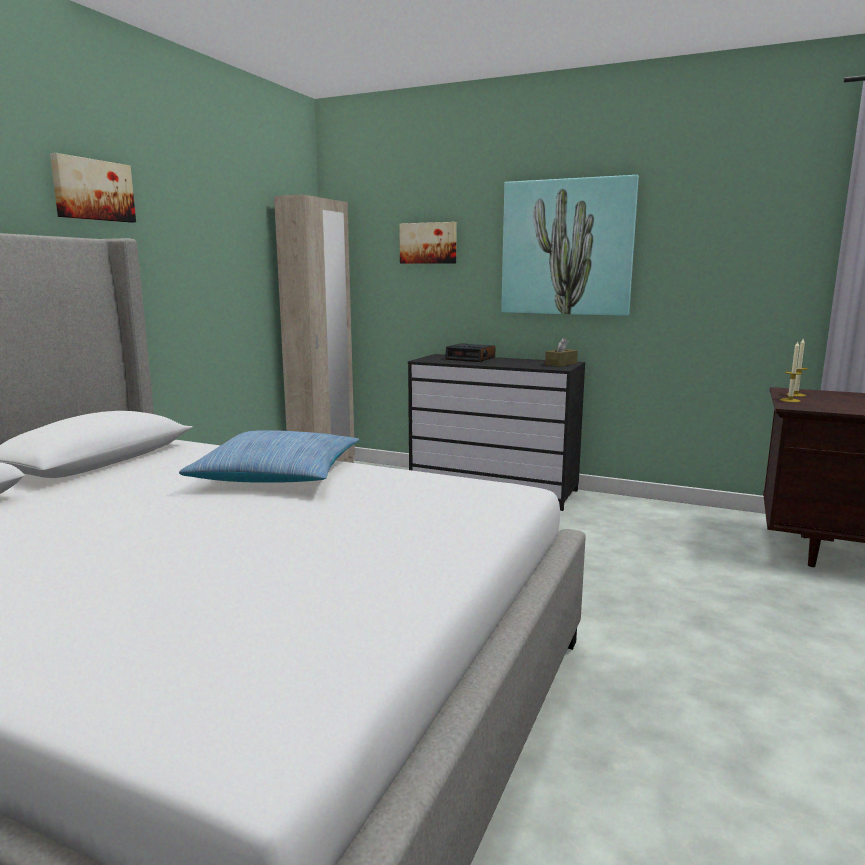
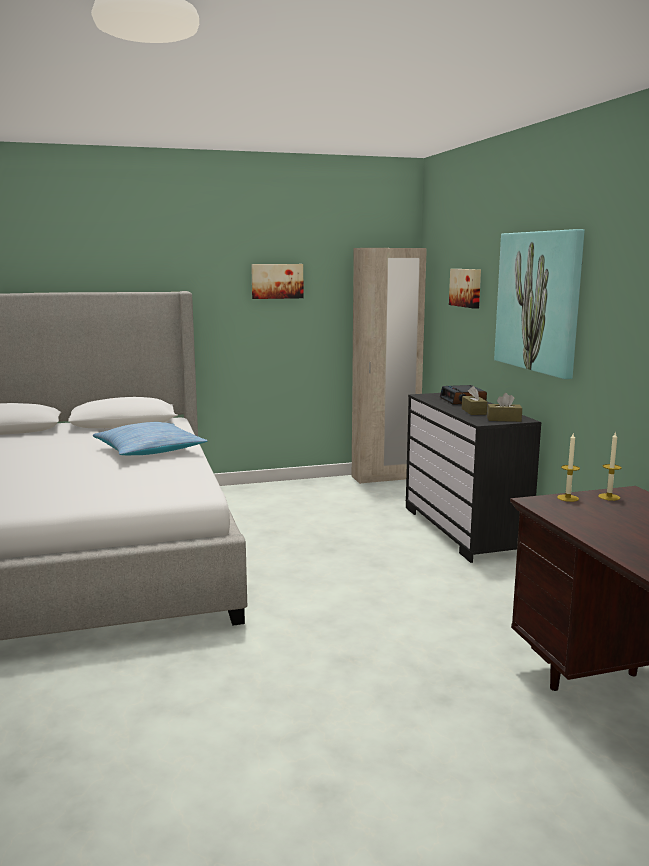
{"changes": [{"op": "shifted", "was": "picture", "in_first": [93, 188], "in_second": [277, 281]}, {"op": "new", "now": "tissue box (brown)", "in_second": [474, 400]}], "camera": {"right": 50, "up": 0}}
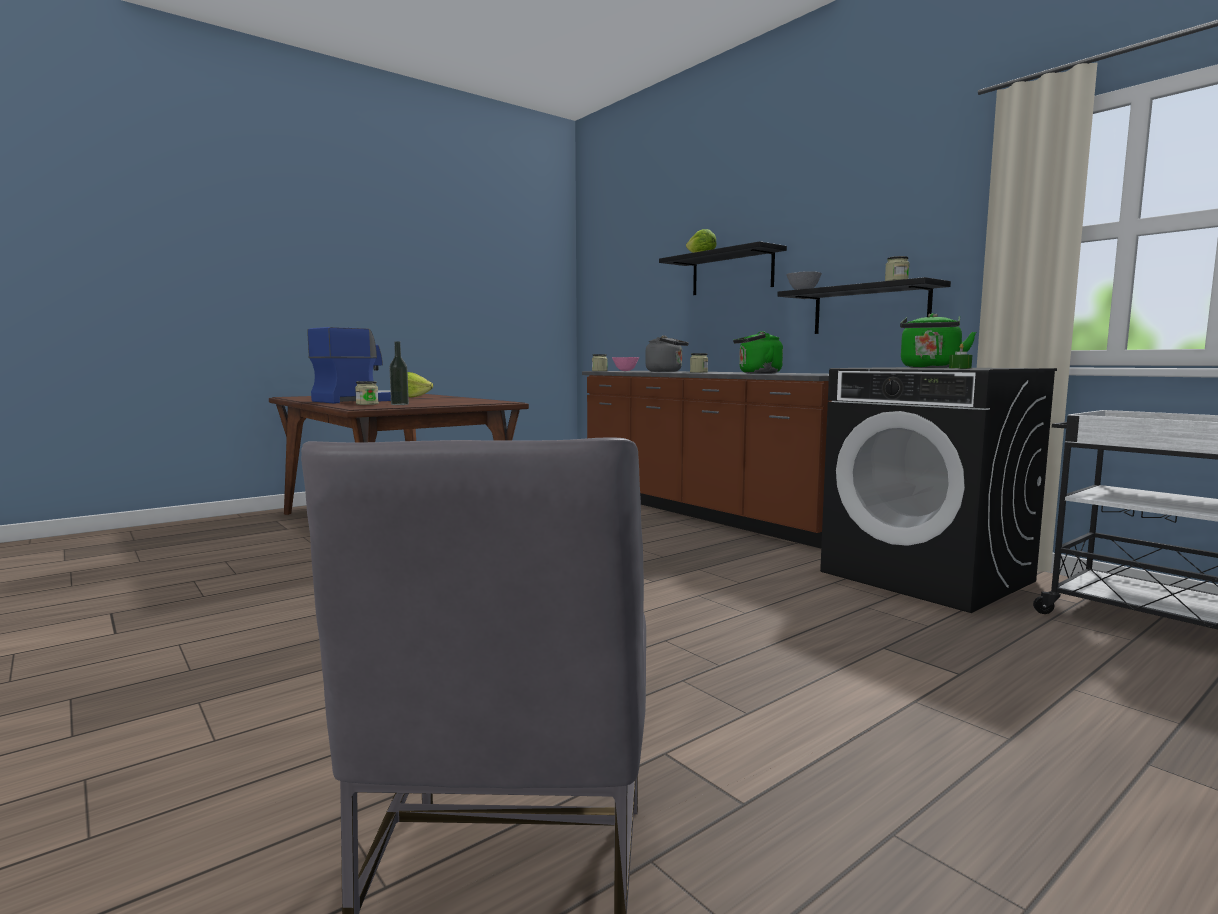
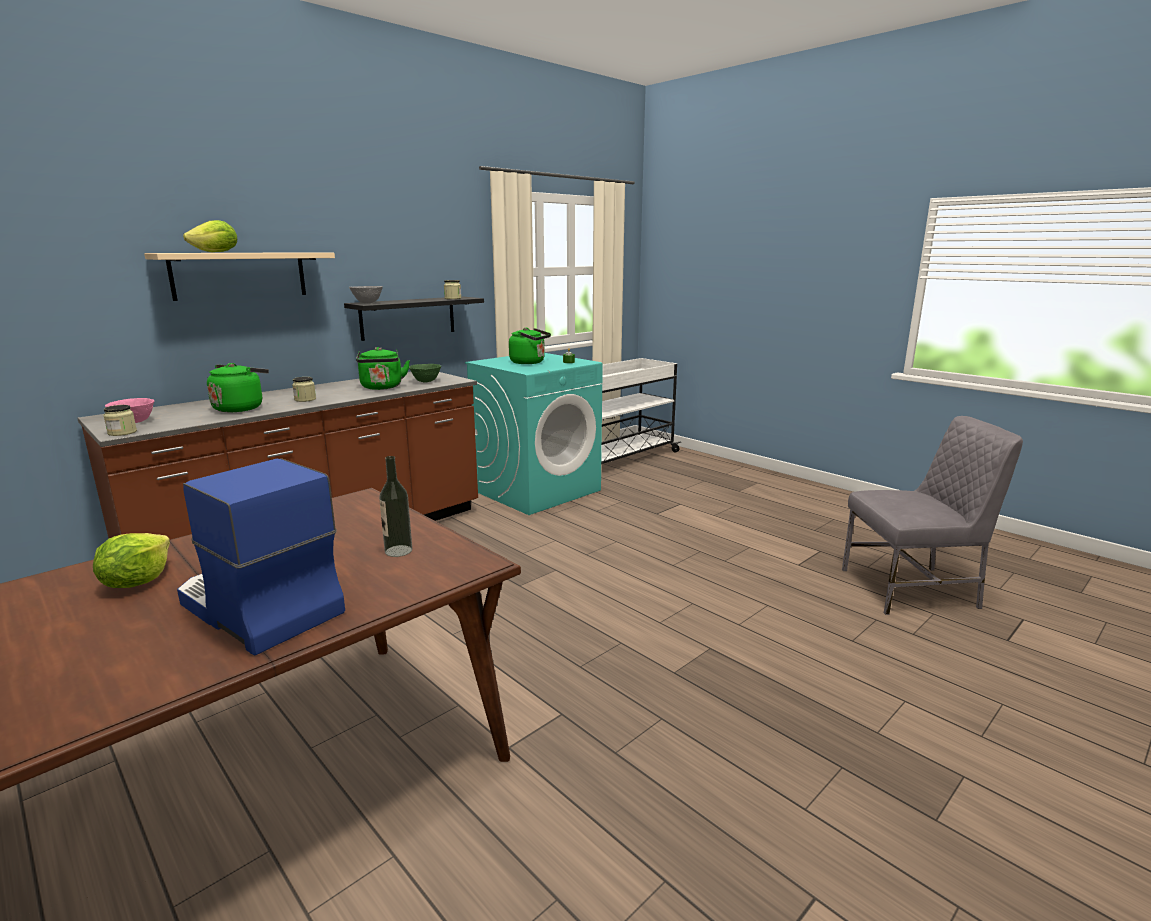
{"changes": [{"op": "repainted", "was": "shelf (black)", "now": "shelf (beige)", "in_first": [723, 268], "in_second": [239, 276]}, {"op": "repainted", "was": "kettle (grey)", "now": "kettle (green)", "in_first": [667, 353], "in_second": [238, 387]}, {"op": "new", "now": "bowl (green)", "in_second": [425, 373]}, {"op": "repainted", "was": "washing machine (black)", "now": "washing machine (turquoise)", "in_first": [938, 490], "in_second": [534, 434]}, {"op": "gone", "was": "jar", "in_first": [367, 393]}], "camera": {"right": -95, "up": 10}}
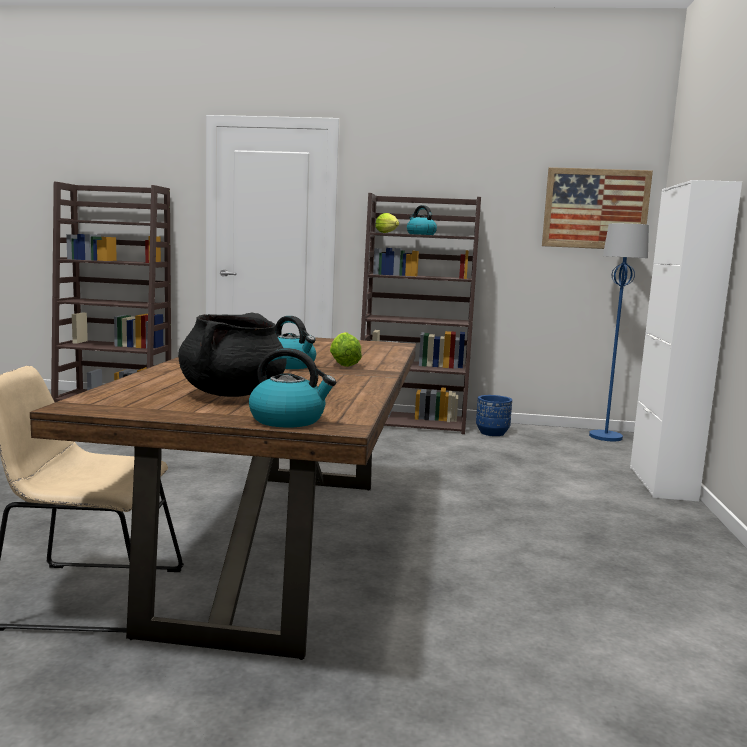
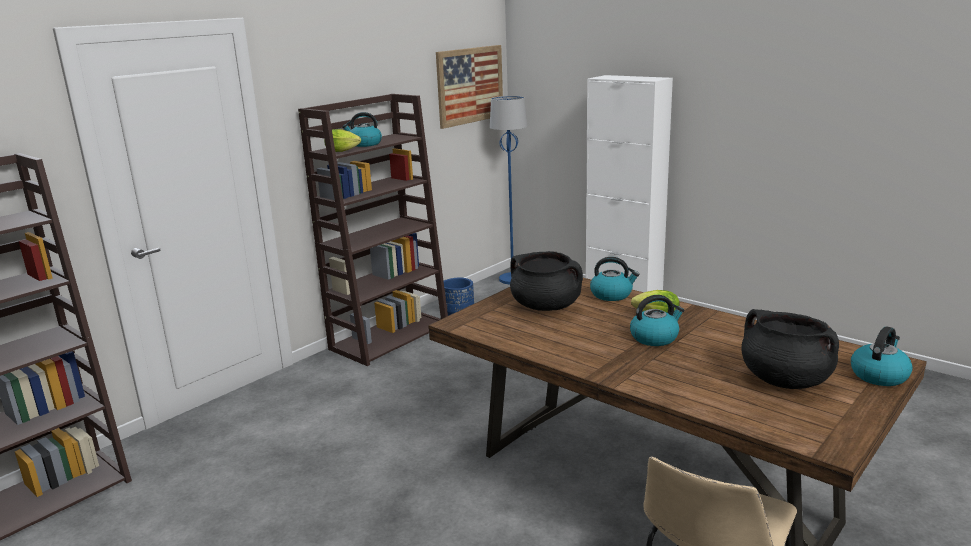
{"changes": [{"op": "new", "now": "cooking pot (black)", "in_second": [546, 281]}, {"op": "new", "now": "kettle", "in_second": [615, 279]}], "camera": {"right": -55, "up": 10}}
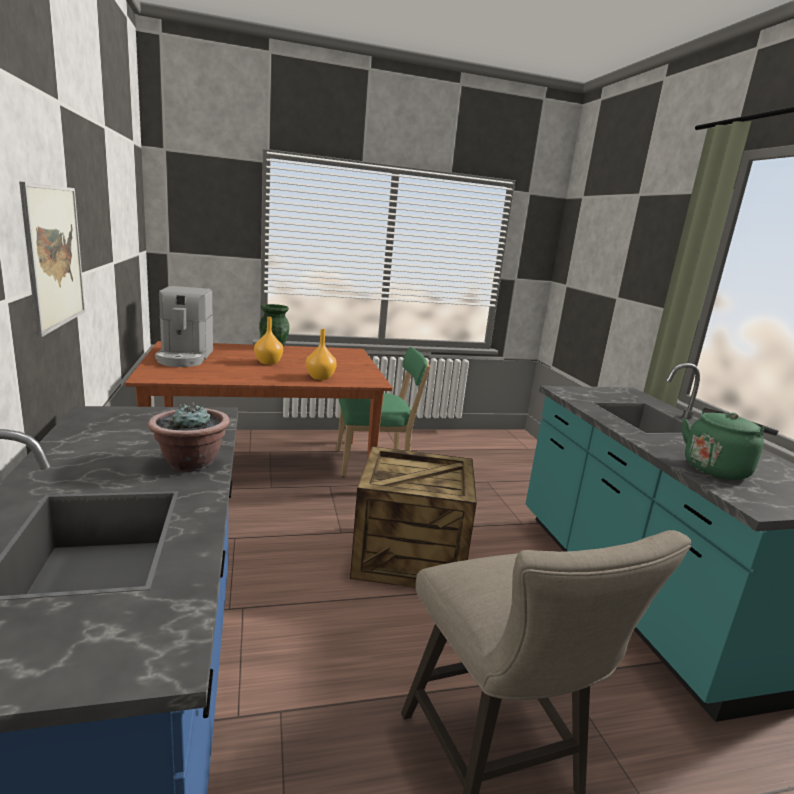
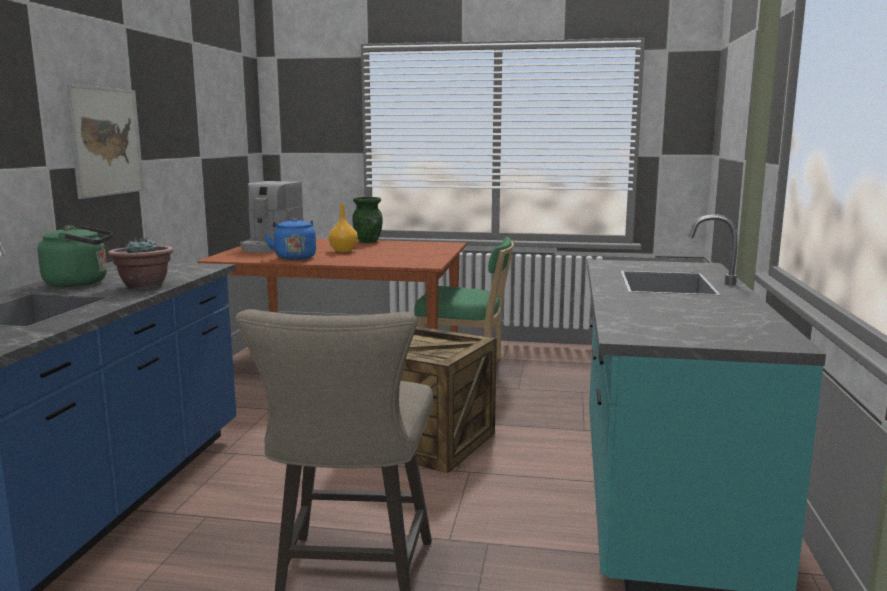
{"changes": [{"op": "shifted", "was": "kettle (green)", "in_first": [730, 443], "in_second": [75, 256]}, {"op": "new", "now": "kettle (blue)", "in_second": [290, 239]}, {"op": "gone", "was": "vase (orange)", "in_first": [321, 354]}], "camera": {"right": 25, "up": -5}}
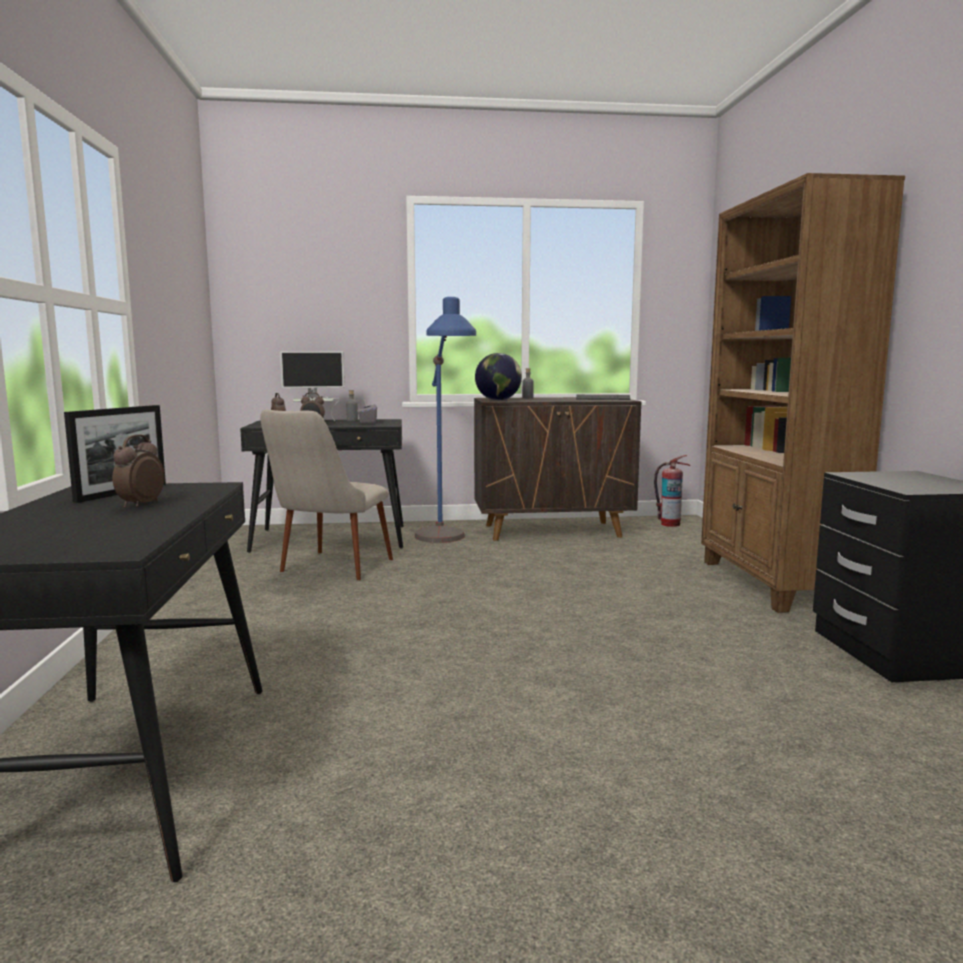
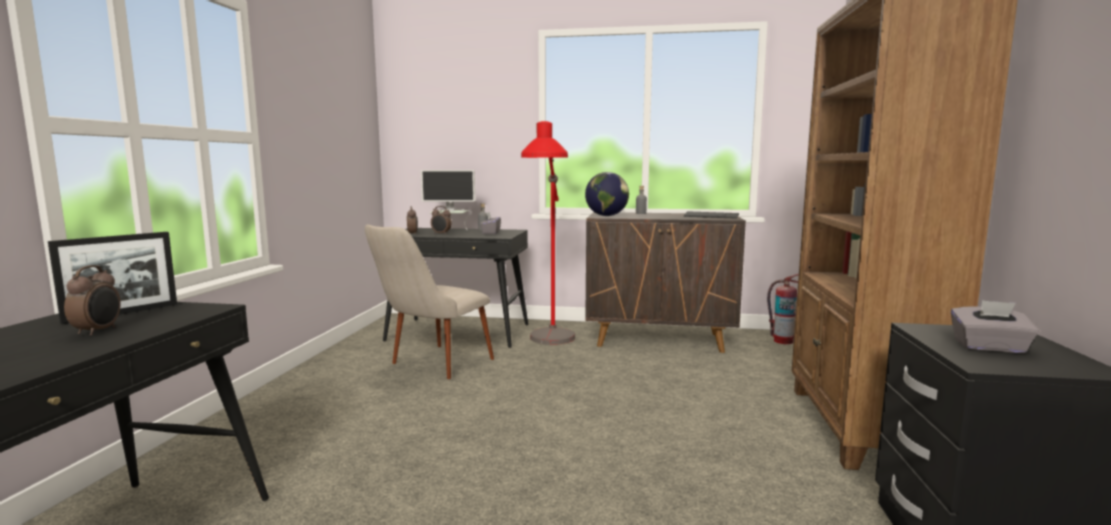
{"changes": [{"op": "rotated", "was": "alarm clock", "in_first": [138, 471], "in_second": [92, 300], "clockwise": 150}, {"op": "repainted", "was": "floor lamp (blue)", "now": "floor lamp (red)", "in_first": [445, 420], "in_second": [548, 233]}, {"op": "new", "now": "tissue box (grey)", "in_second": [995, 326]}], "camera": {"right": 15, "up": 0}}
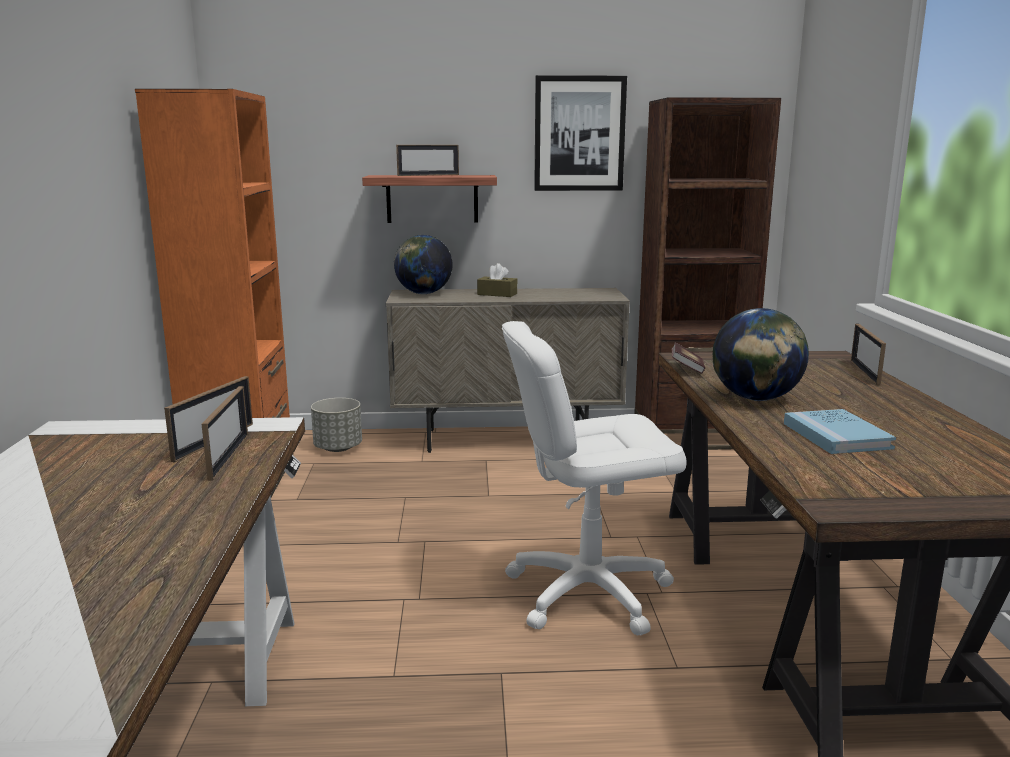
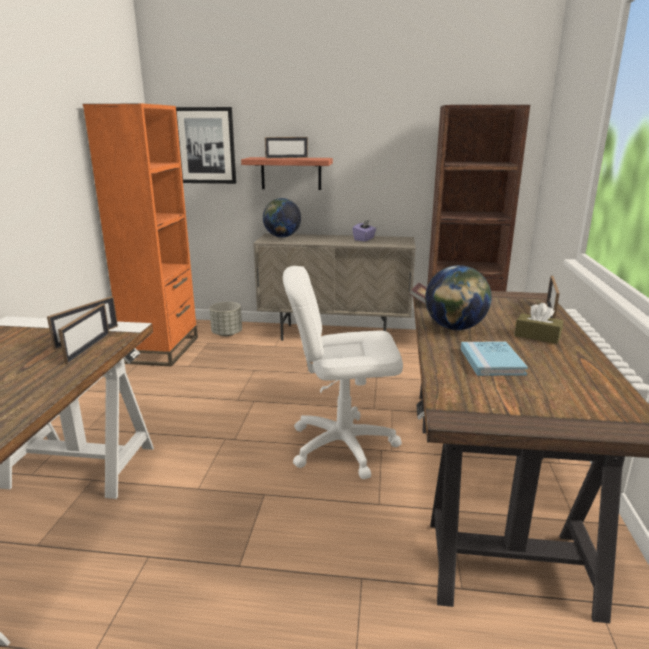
{"changes": [{"op": "shifted", "was": "picture", "in_first": [580, 133], "in_second": [206, 145]}, {"op": "new", "now": "tissue box (purple)", "in_second": [365, 230]}, {"op": "shifted", "was": "tissue box (brown)", "in_first": [497, 280], "in_second": [538, 323]}], "camera": {"right": 10, "up": 5}}
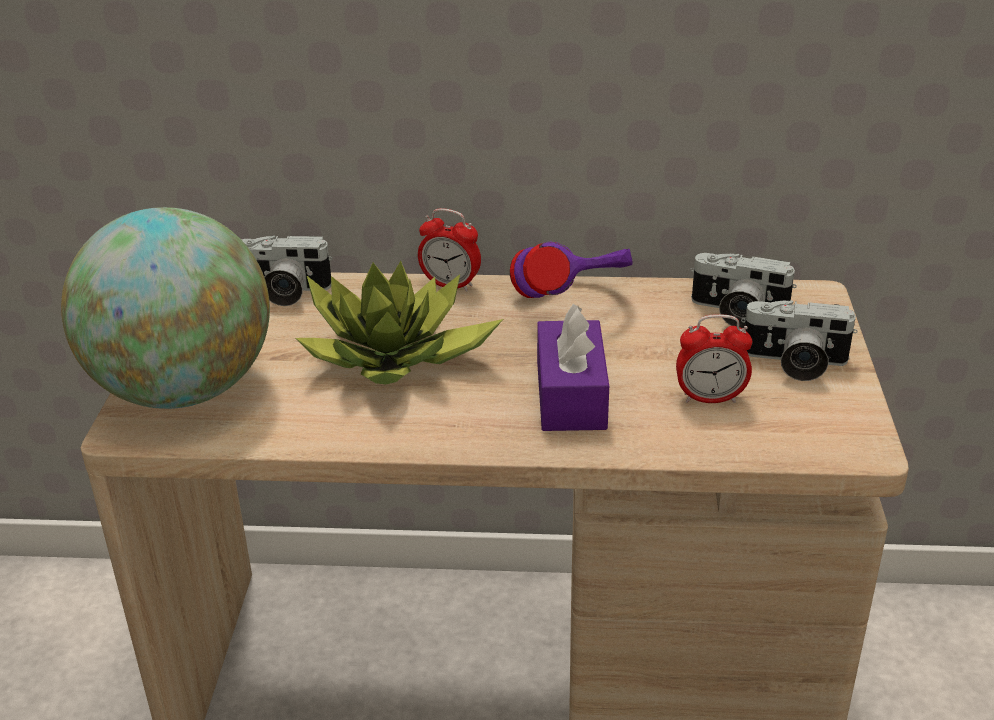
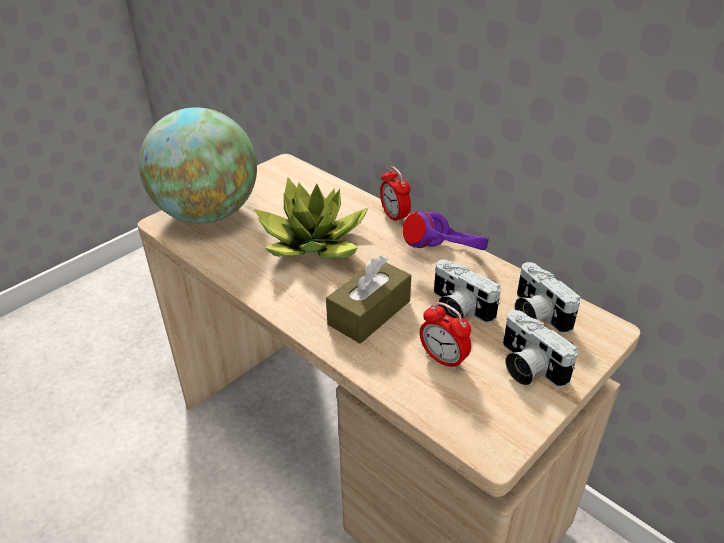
{"changes": [{"op": "repainted", "was": "tissue box (purple)", "now": "tissue box (brown)", "in_first": [573, 367], "in_second": [368, 300]}, {"op": "shifted", "was": "photo camera", "in_first": [287, 270], "in_second": [467, 291]}], "camera": {"right": 40, "up": 5}}
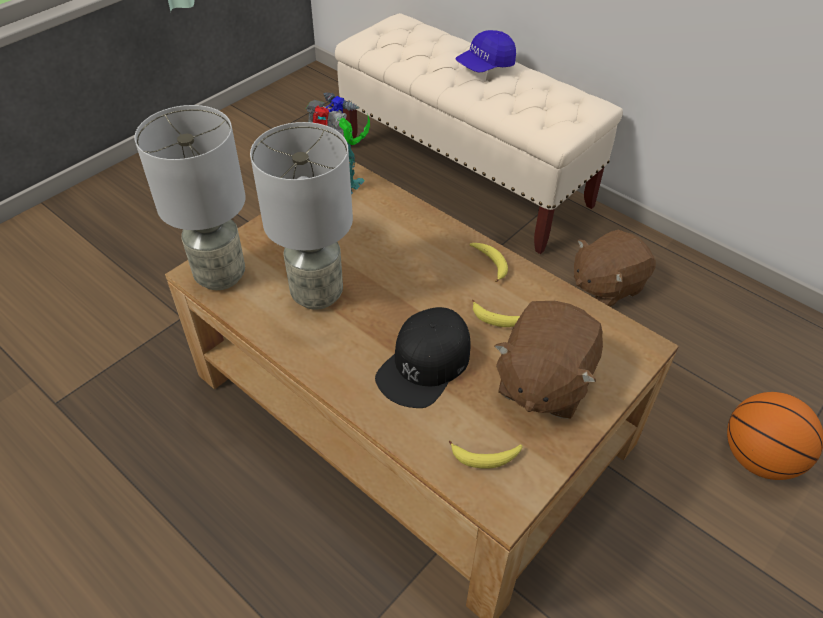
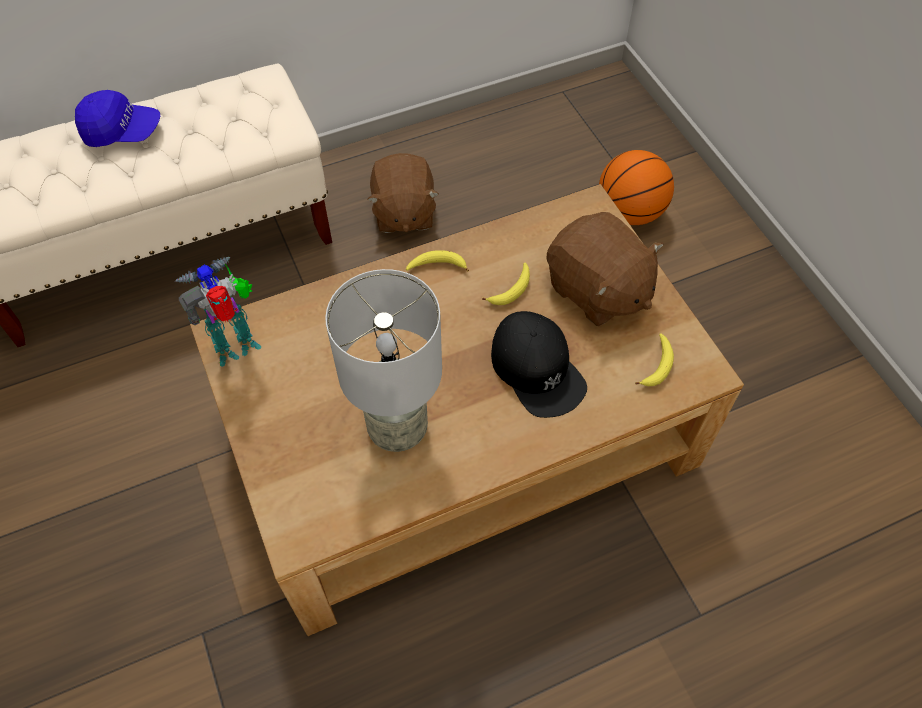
{"changes": [{"op": "rotated", "was": "cap (blue)", "in_first": [485, 51], "in_second": [117, 118], "clockwise": -75}, {"op": "gone", "was": "table lamp (grey)", "in_first": [190, 197]}], "camera": {"right": -65, "up": 10}}
